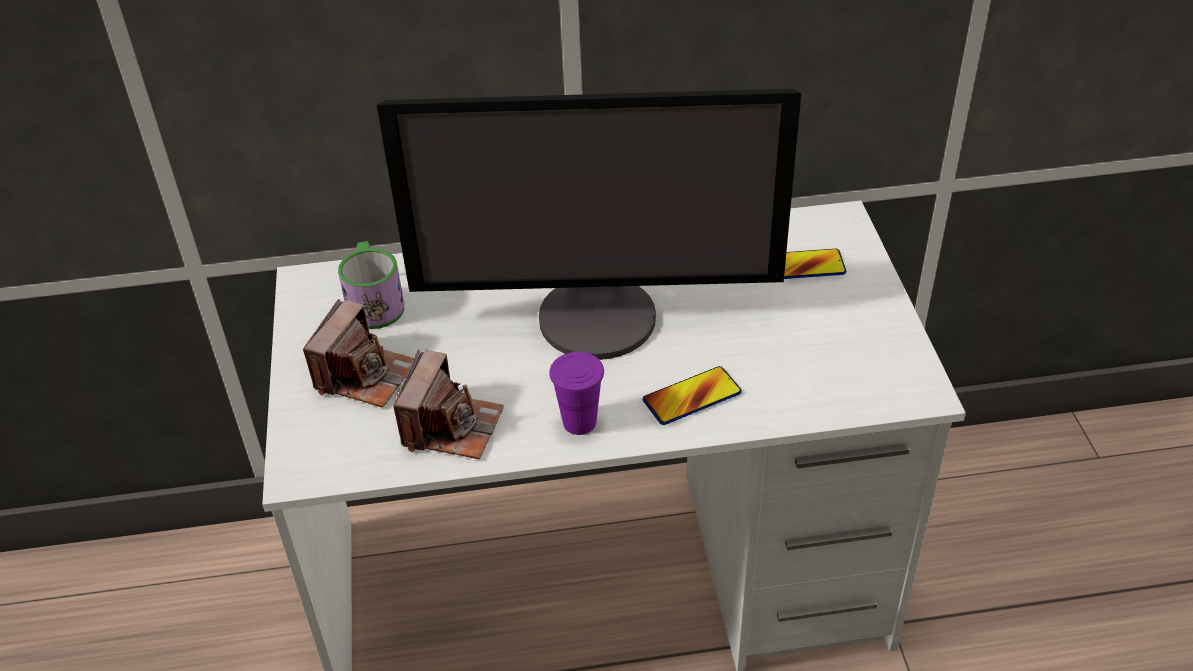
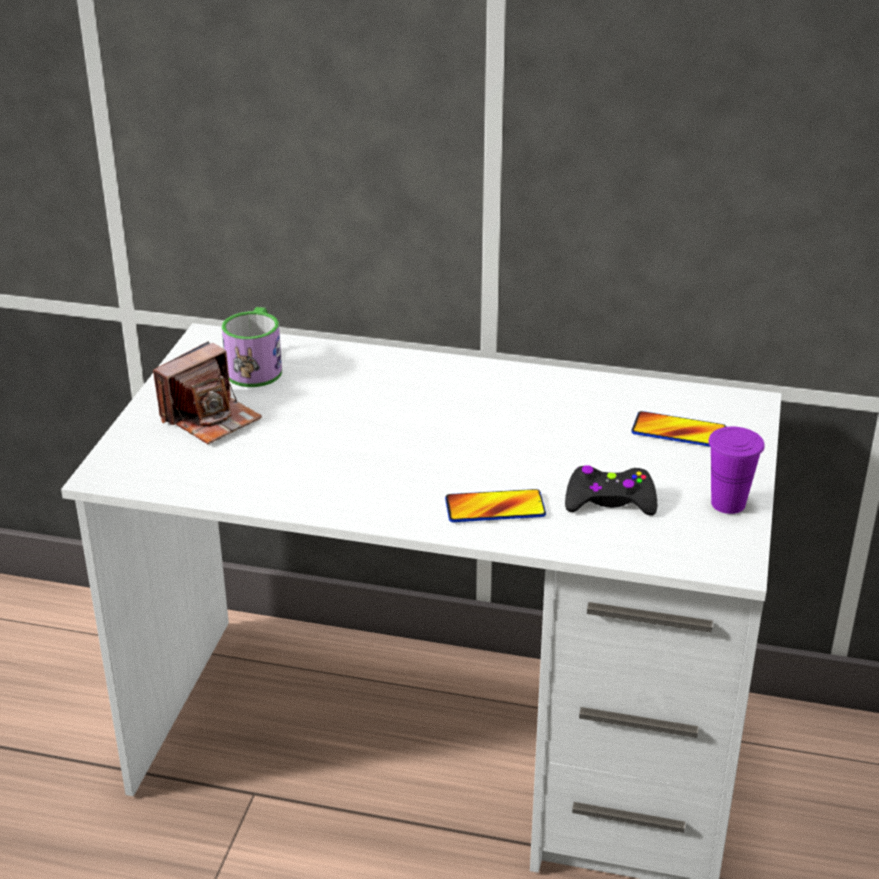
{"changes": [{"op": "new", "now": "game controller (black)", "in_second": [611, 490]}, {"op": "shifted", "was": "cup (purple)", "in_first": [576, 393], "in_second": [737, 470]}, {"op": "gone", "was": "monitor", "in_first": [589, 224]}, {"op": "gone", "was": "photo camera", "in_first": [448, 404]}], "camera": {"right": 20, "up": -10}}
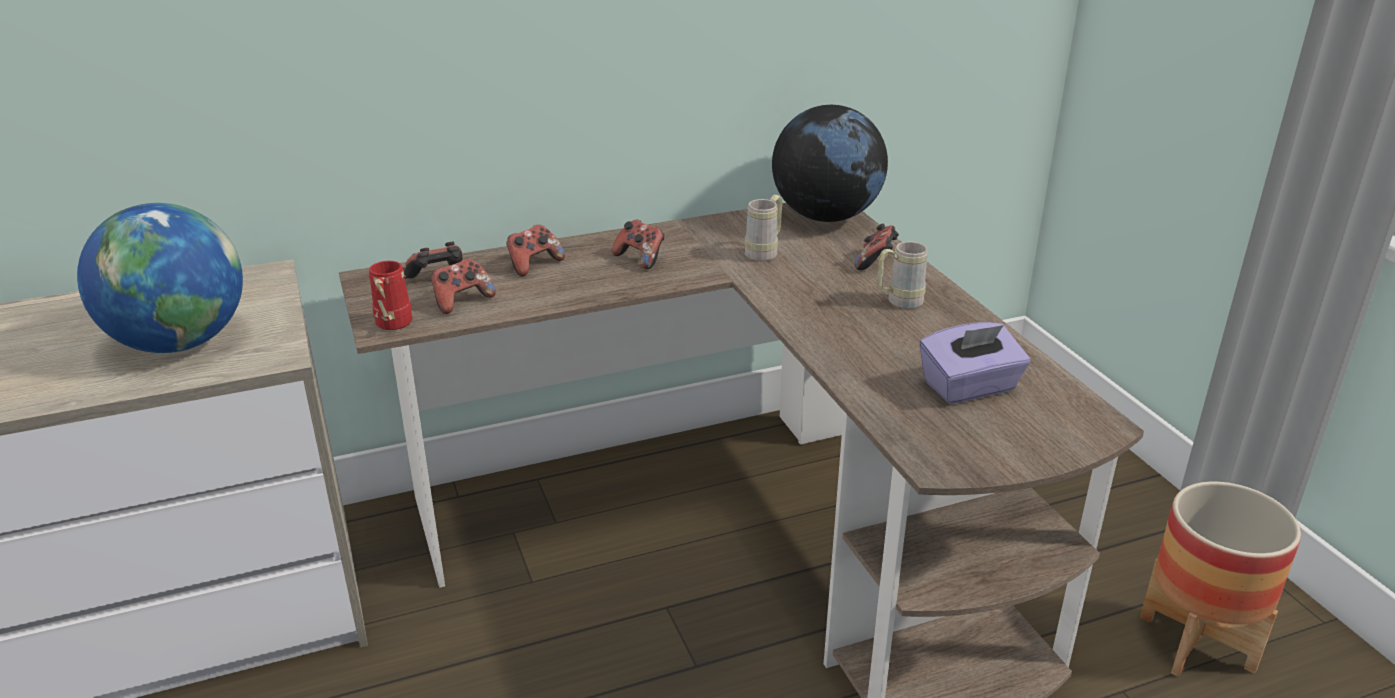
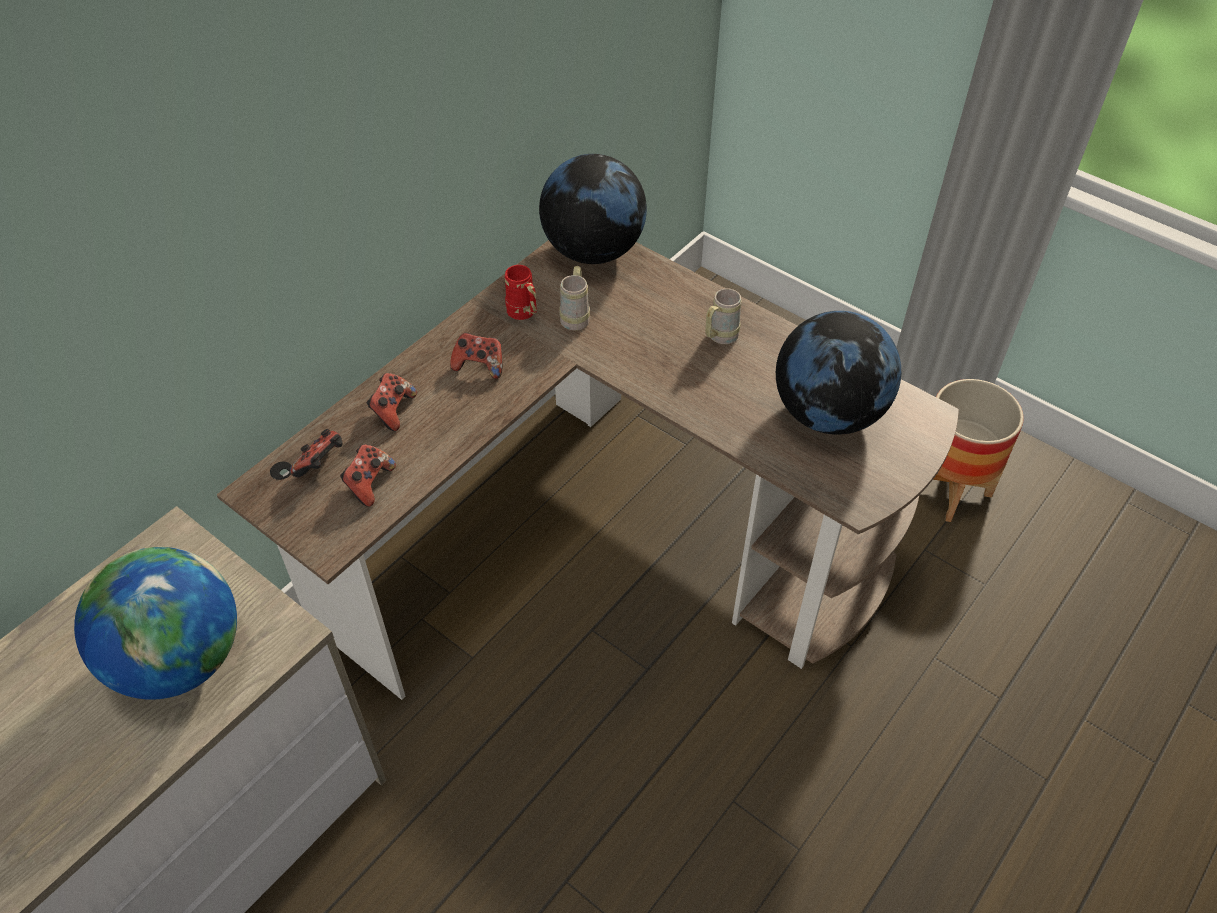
{"changes": [{"op": "shifted", "was": "mug (red)", "in_first": [390, 295], "in_second": [521, 292]}, {"op": "swapped", "was": "tissue box (purple)", "now": "globe", "in_first": [974, 363], "in_second": [838, 373]}, {"op": "gone", "was": "game controller", "in_first": [877, 247]}], "camera": {"right": -30, "up": 20}}
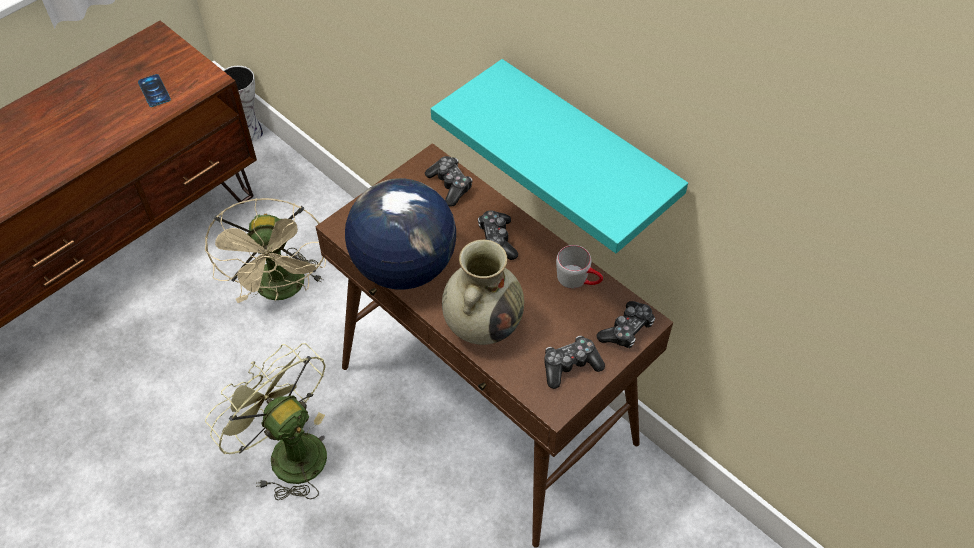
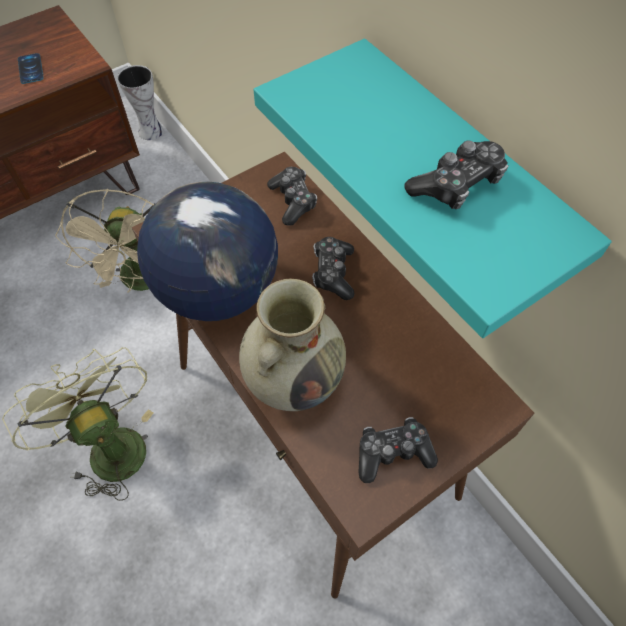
{"changes": [{"op": "shifted", "was": "game controller", "in_first": [626, 324], "in_second": [456, 174]}, {"op": "gone", "was": "mug (grey)", "in_first": [579, 267]}], "camera": {"right": 10, "up": 5}}
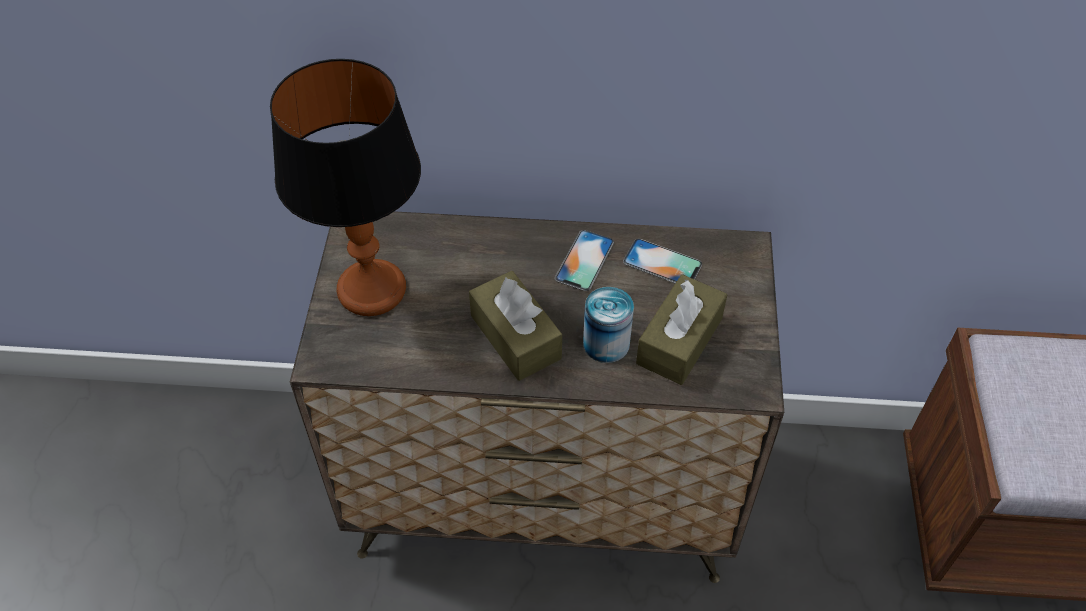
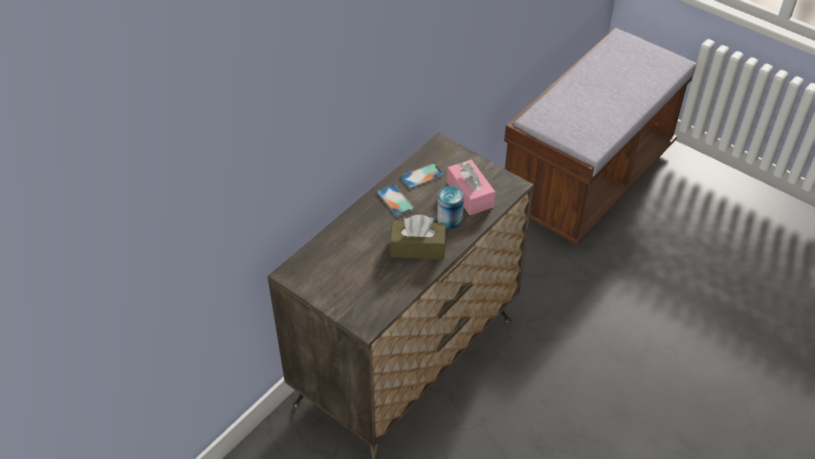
{"changes": [{"op": "repainted", "was": "tissue box (brown)", "now": "tissue box (pink)", "in_first": [681, 329], "in_second": [471, 187]}, {"op": "gone", "was": "table lamp", "in_first": [345, 187]}], "camera": {"right": -55, "up": -5}}
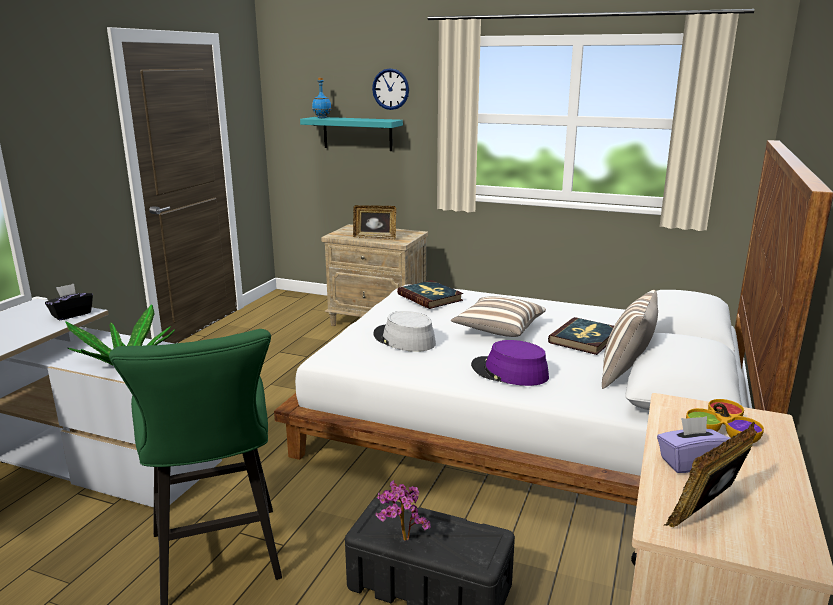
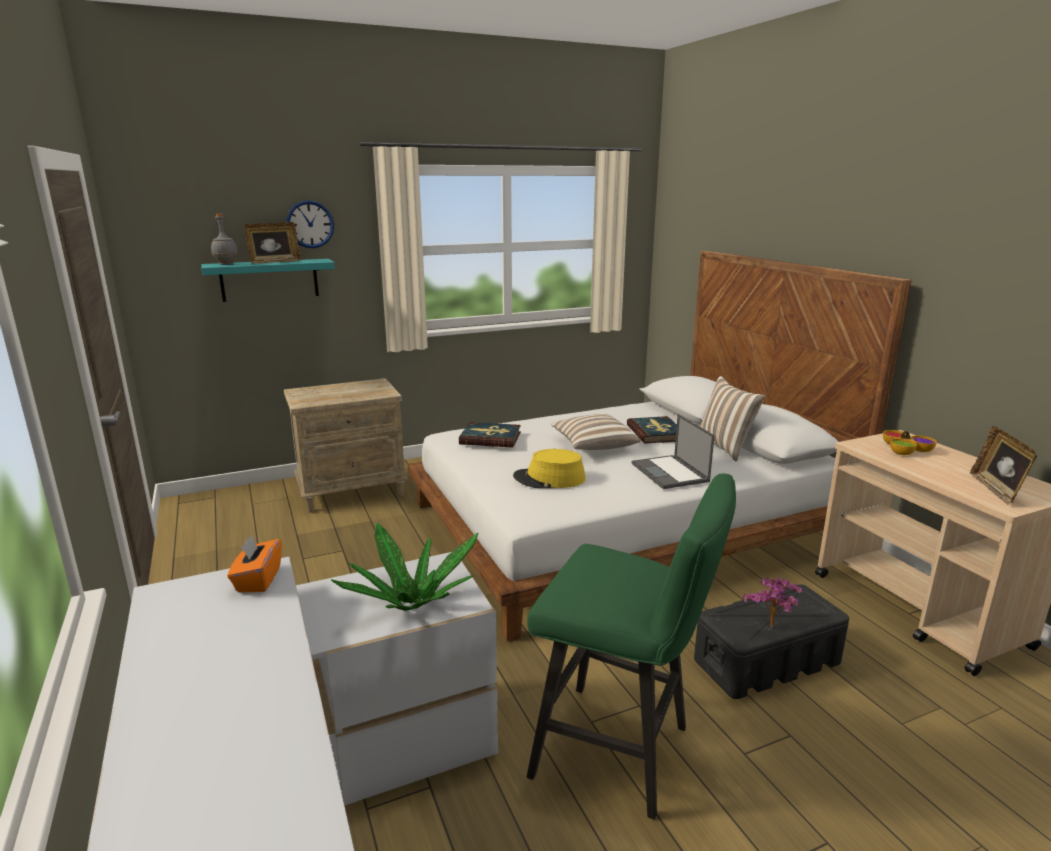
{"changes": [{"op": "repainted", "was": "bottle (blue)", "now": "bottle (grey)", "in_first": [322, 98], "in_second": [224, 239]}, {"op": "repainted", "was": "tissue box (black)", "now": "tissue box (orange)", "in_first": [69, 302], "in_second": [254, 563]}, {"op": "shifted", "was": "picture frame", "in_first": [374, 222], "in_second": [273, 243]}, {"op": "repainted", "was": "hat (grey)", "now": "hat (yellow)", "in_first": [405, 331], "in_second": [549, 468]}, {"op": "swapped", "was": "hat (purple)", "now": "laptop", "in_first": [510, 363], "in_second": [673, 451]}, {"op": "gone", "was": "tissue box (purple)", "in_first": [694, 444]}], "camera": {"right": -45, "up": 0}}
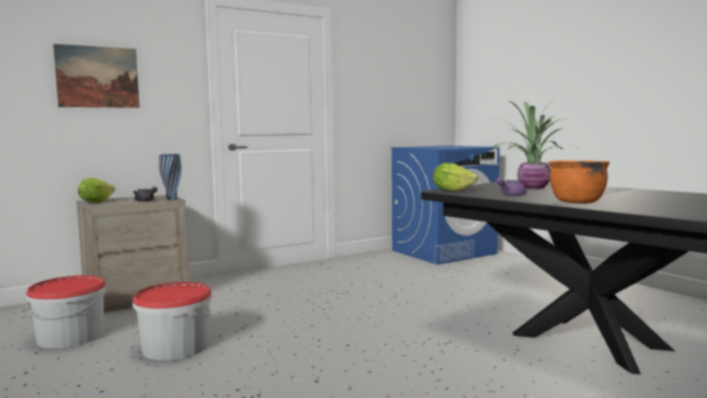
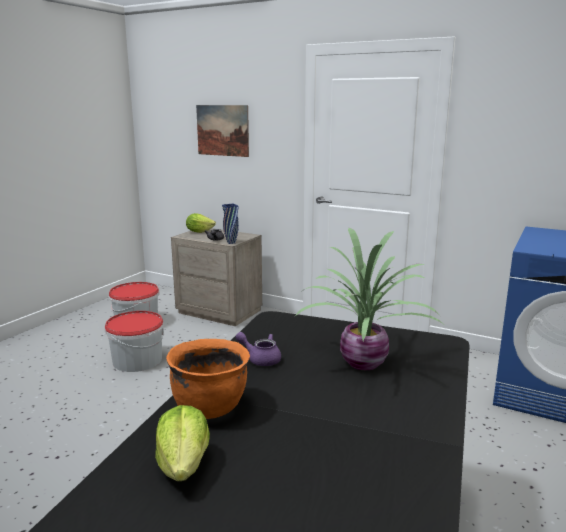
{"changes": [{"op": "shifted", "was": "lettuce", "in_first": [455, 177], "in_second": [182, 443]}], "camera": {"right": 60, "up": 10}}
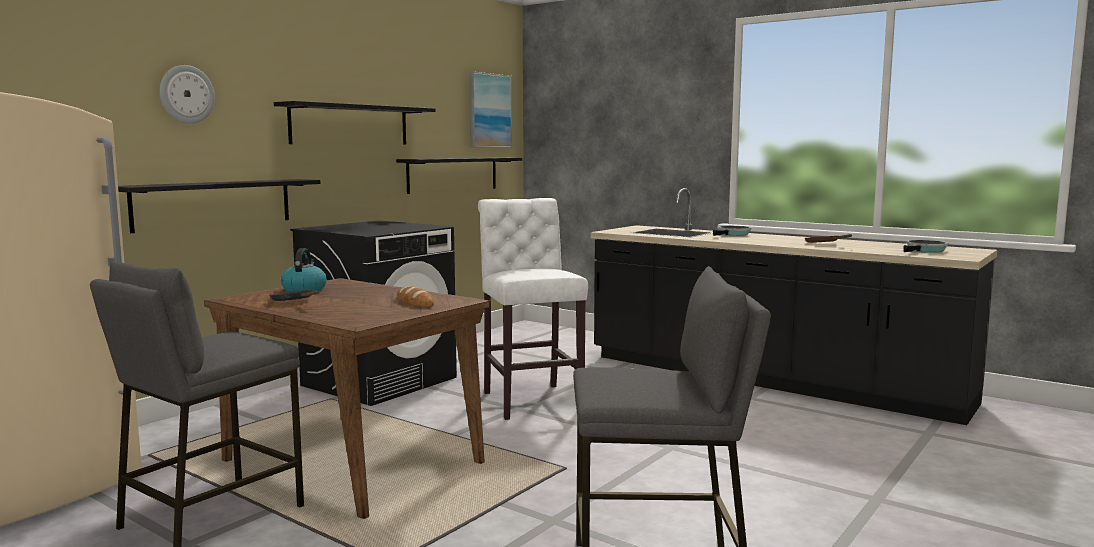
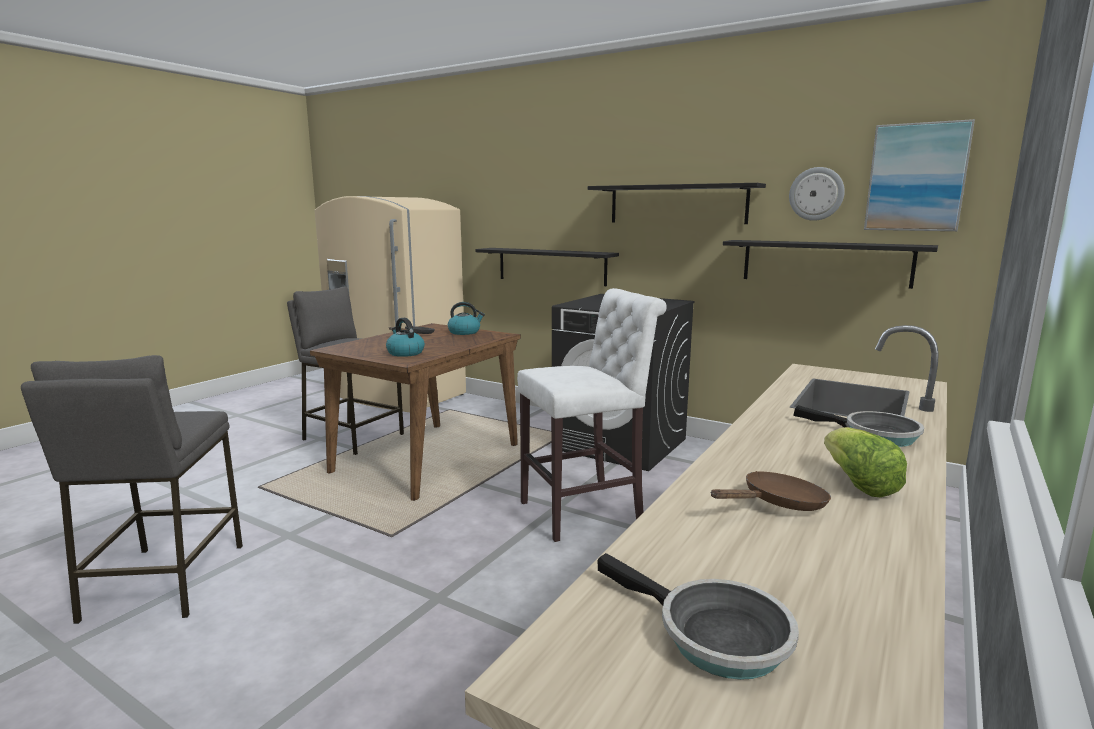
{"changes": [{"op": "swapped", "was": "bread", "now": "kettle", "in_first": [415, 296], "in_second": [405, 337]}, {"op": "shifted", "was": "wall clock", "in_first": [187, 94], "in_second": [817, 194]}, {"op": "new", "now": "lettuce", "in_second": [865, 462]}], "camera": {"right": 85, "up": 5}}
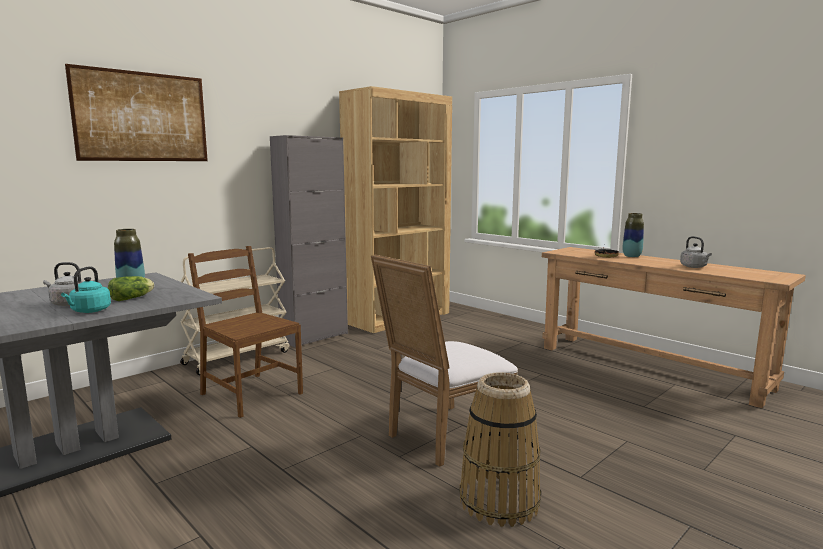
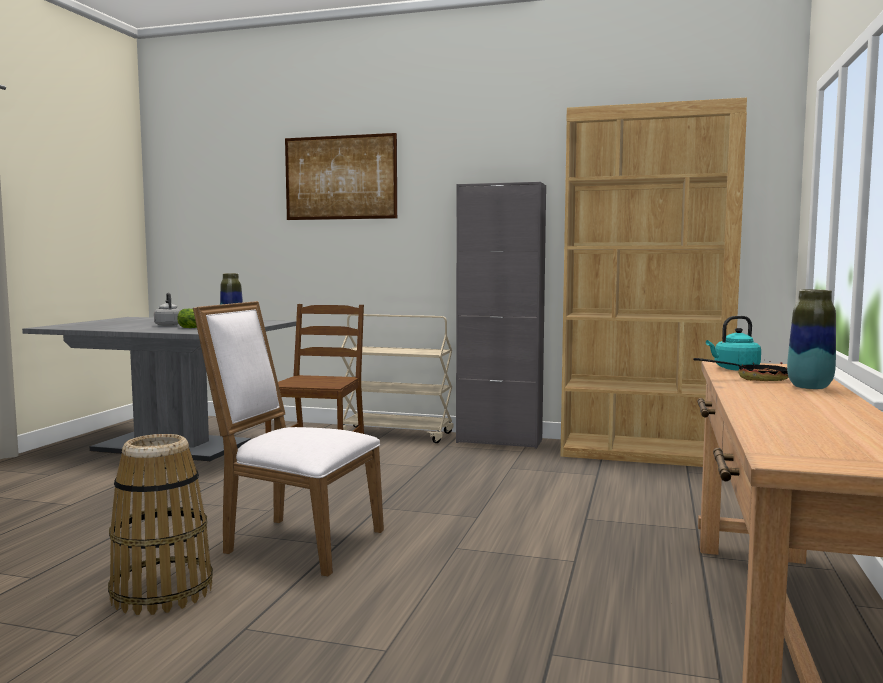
{"changes": [{"op": "shifted", "was": "kettle (turquoise)", "in_first": [86, 289], "in_second": [733, 343]}, {"op": "gone", "was": "kettle (grey)", "in_first": [696, 252]}], "camera": {"right": 60, "up": -5}}
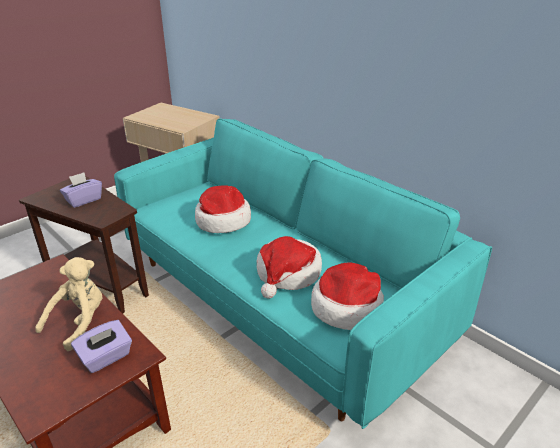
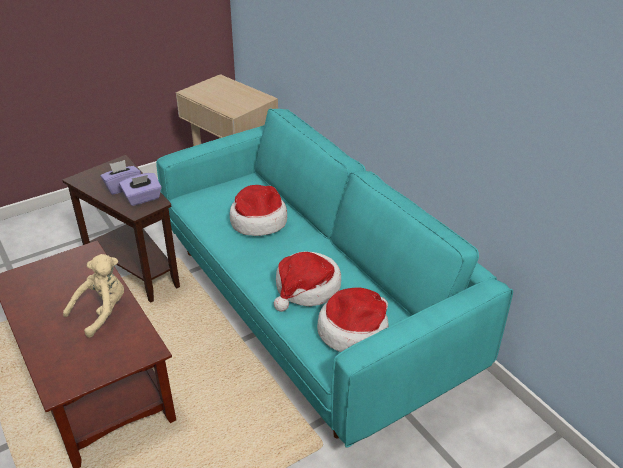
{"changes": [{"op": "shifted", "was": "tissue box (purple)", "in_first": [101, 346], "in_second": [140, 189]}], "camera": {"right": 10, "up": 5}}
